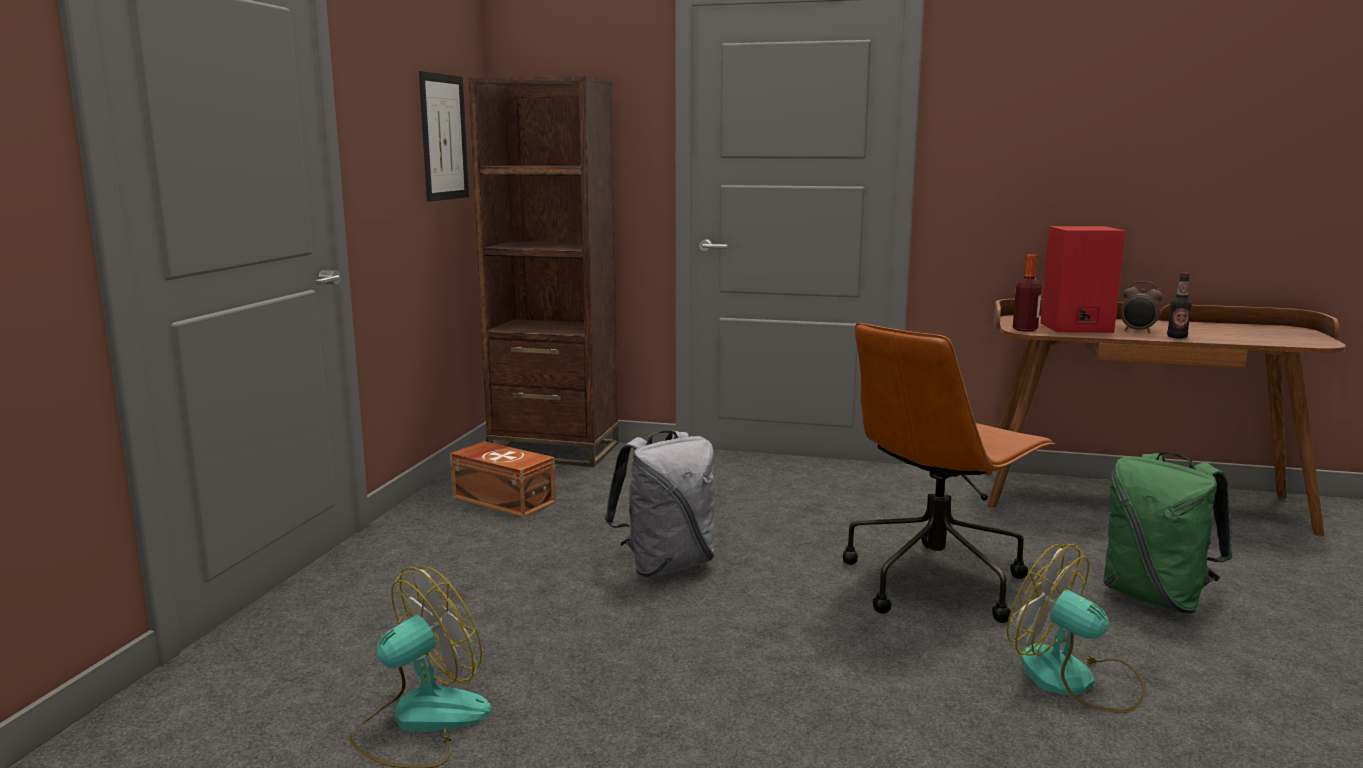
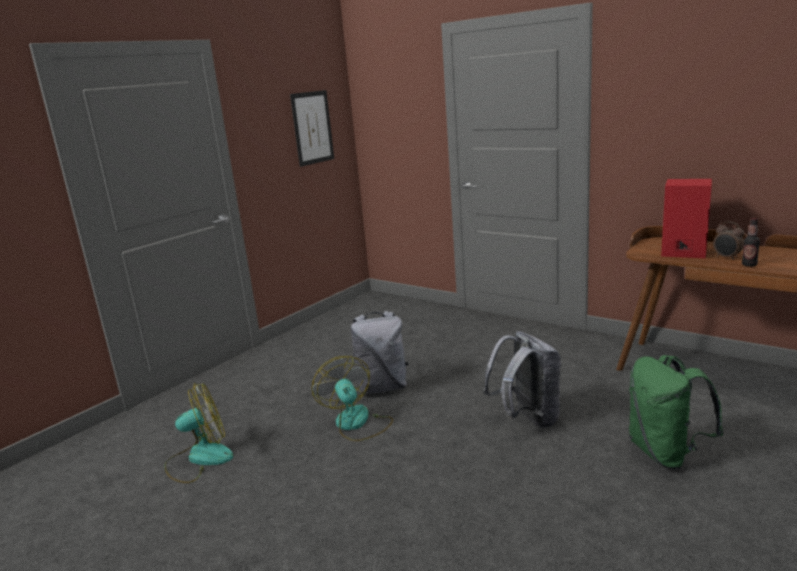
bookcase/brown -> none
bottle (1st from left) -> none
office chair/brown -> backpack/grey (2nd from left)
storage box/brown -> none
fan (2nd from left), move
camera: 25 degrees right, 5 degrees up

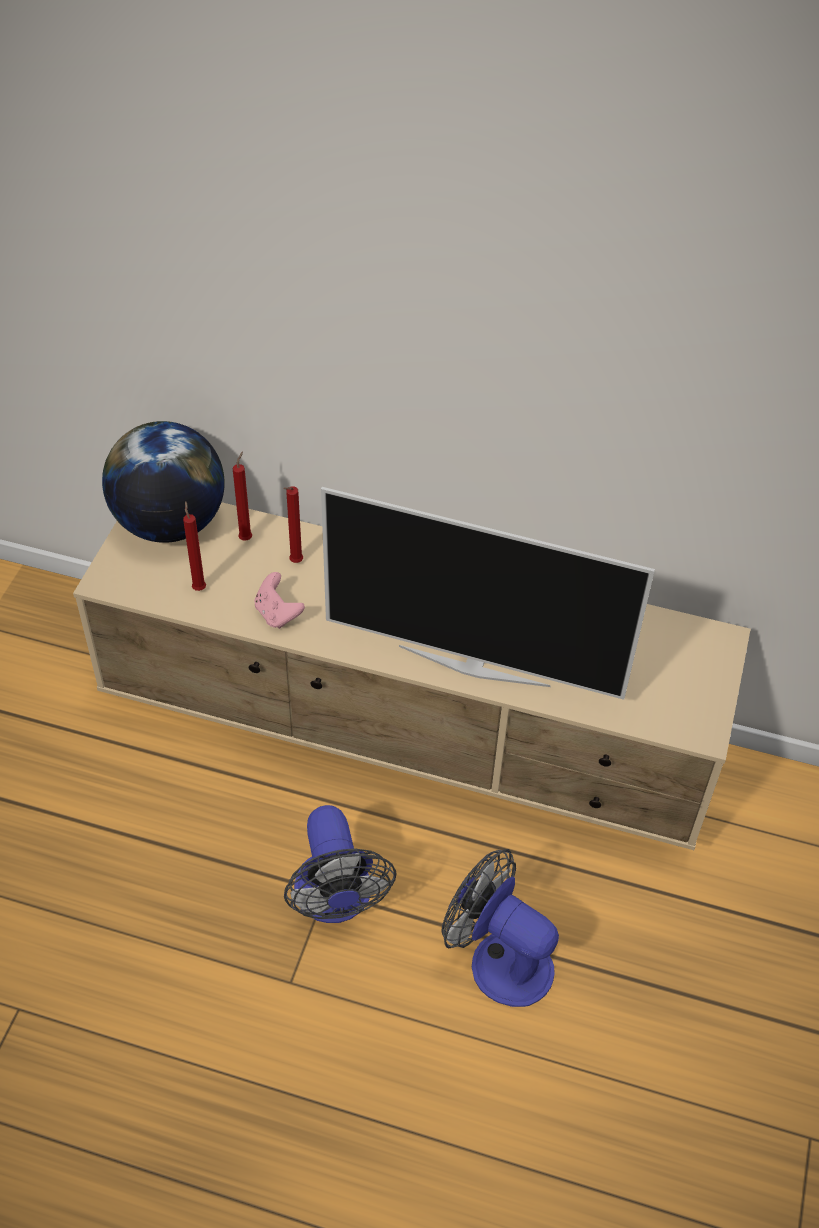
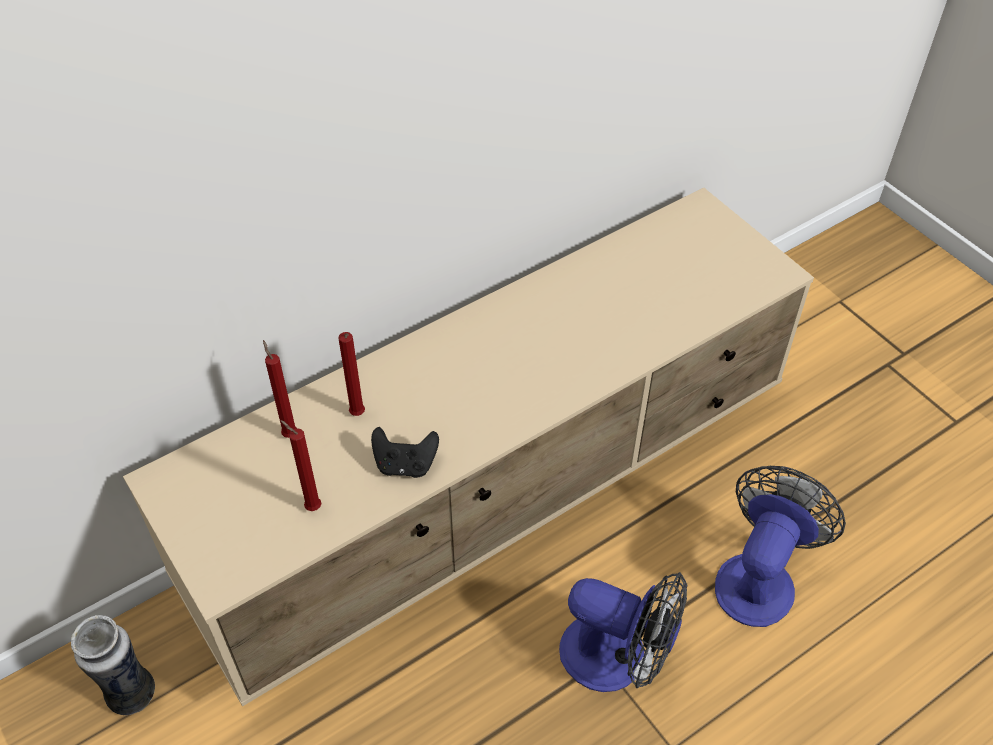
globe -> none
television -> none
game controller/pink -> game controller/black
fan (2nd from left), 135 degrees clockwise
none -> vase
camera: 50 degrees left, 0 degrees up

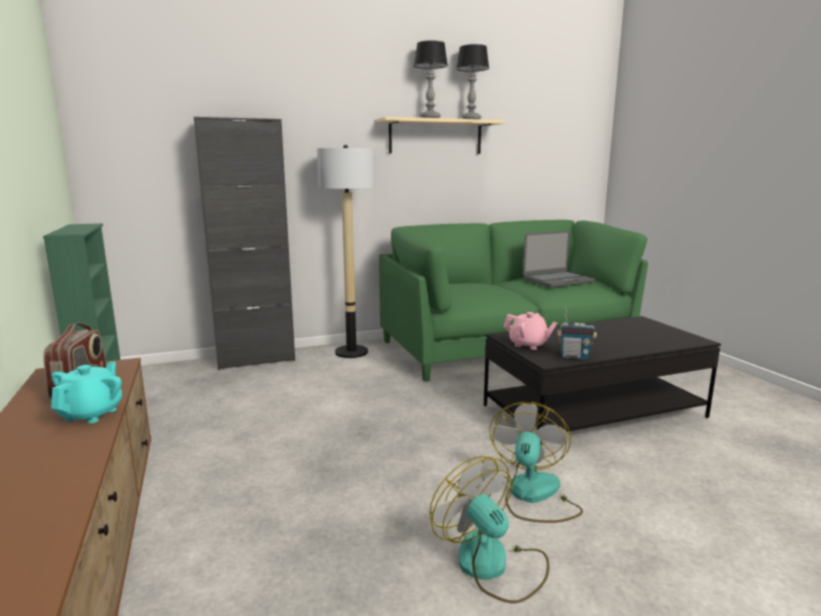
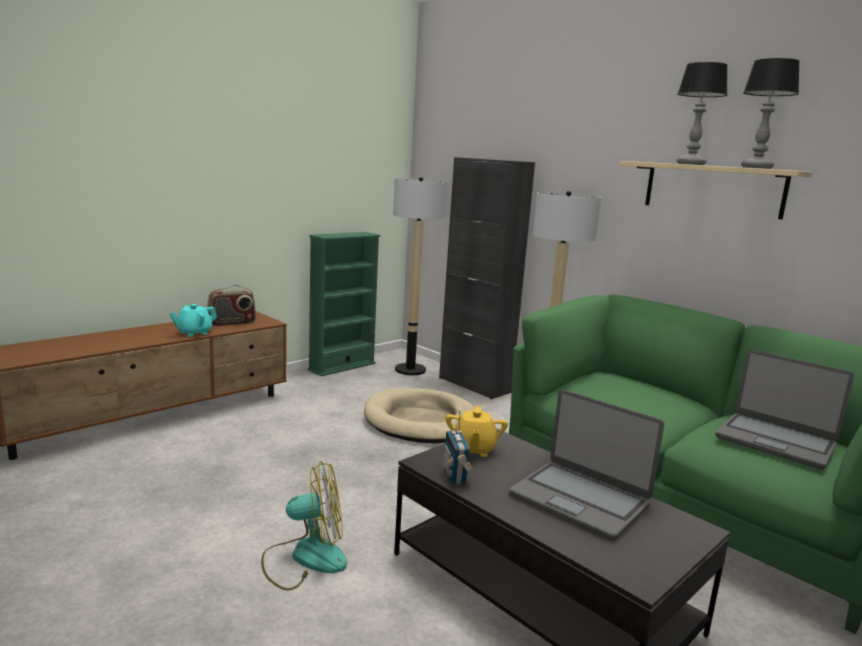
teapot/pink -> teapot/yellow
teapot/turquoise, 150 degrees clockwise
fan (1st from left) -> none
none -> floor lamp (1st from left)
none -> dog bed/beige
none -> laptop (1st from left)
camera: 65 degrees right, 0 degrees up

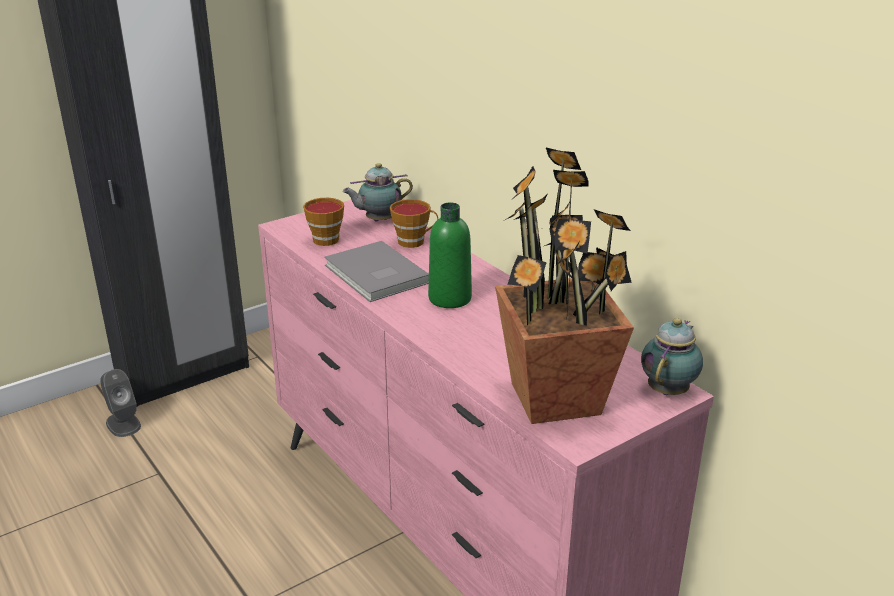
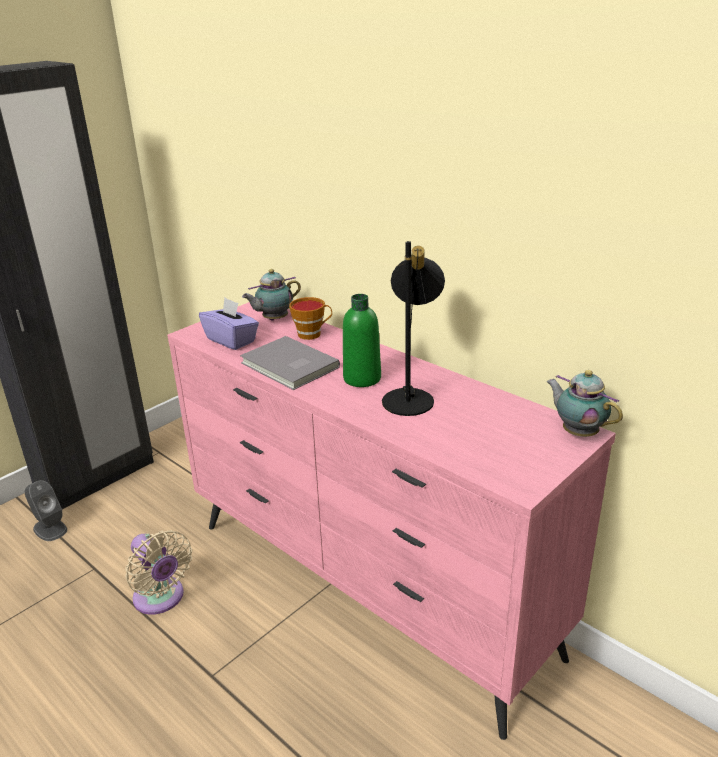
potted plant -> none
cup (1st from left) -> tissue box/purple
teapot (2nd from left), 60 degrees counterclockwise
none -> table lamp/black
none -> fan/beige
camera: 10 degrees left, 0 degrees up

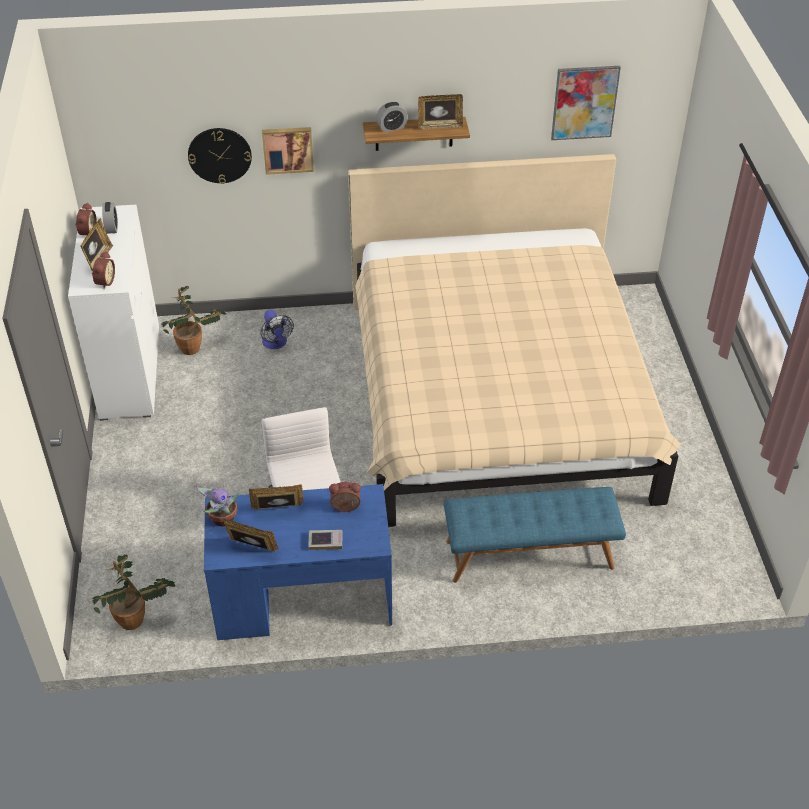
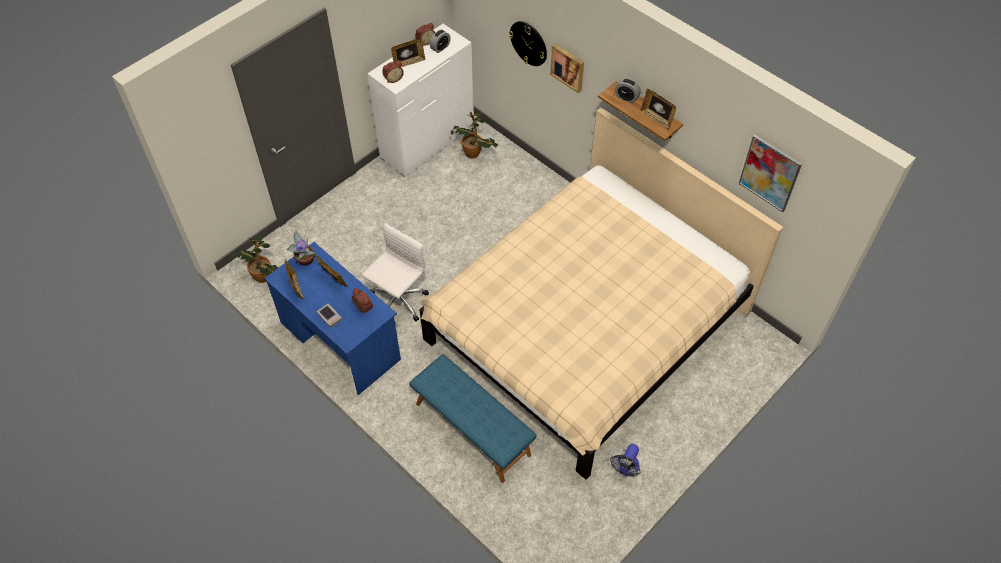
fan, move
camera: 50 degrees right, 10 degrees up

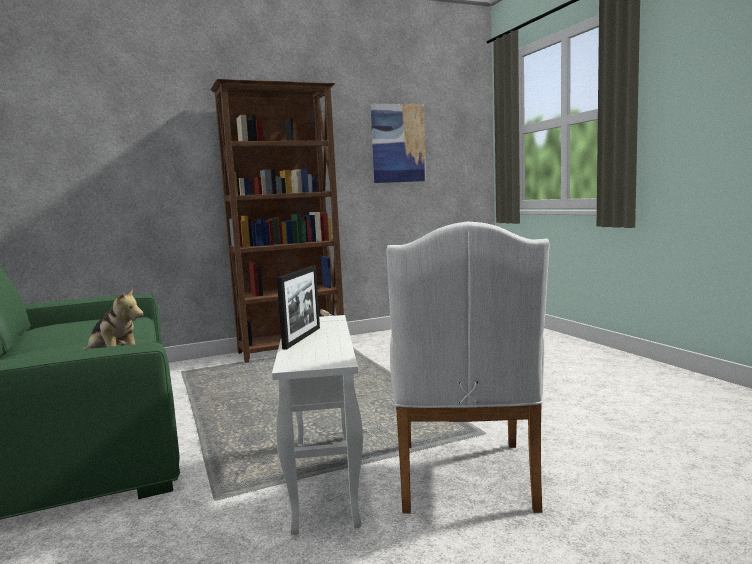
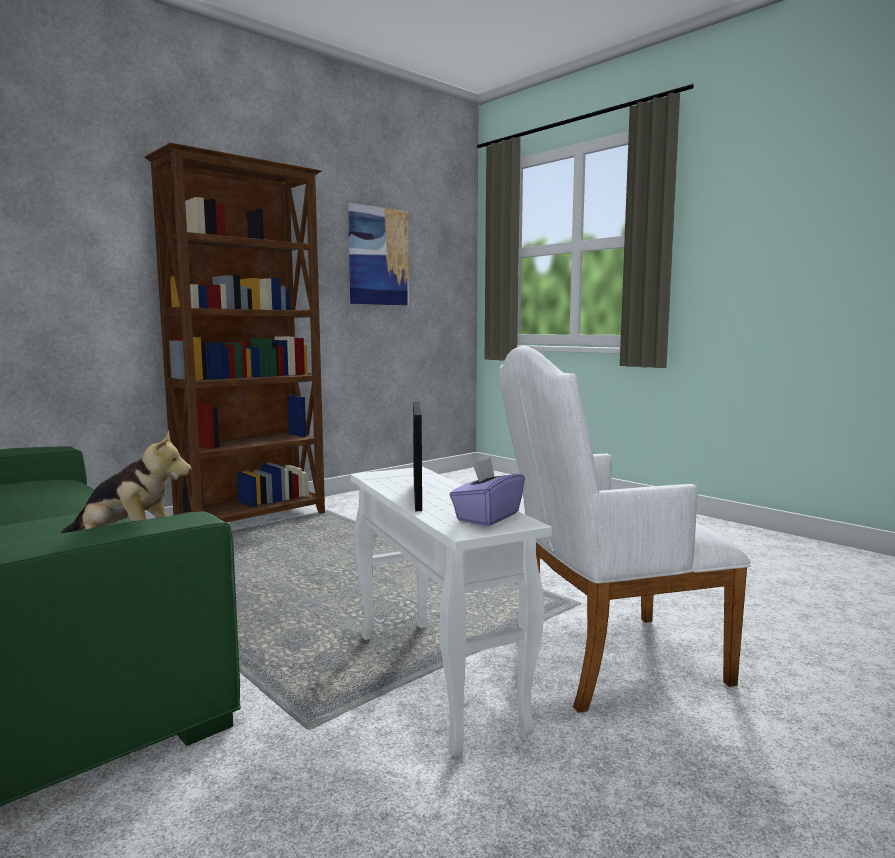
armchair/white, 90 degrees clockwise
none -> tissue box/purple
camera: 20 degrees left, 0 degrees up

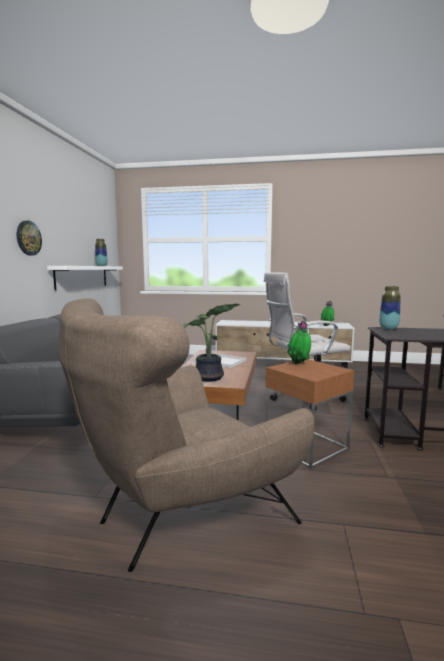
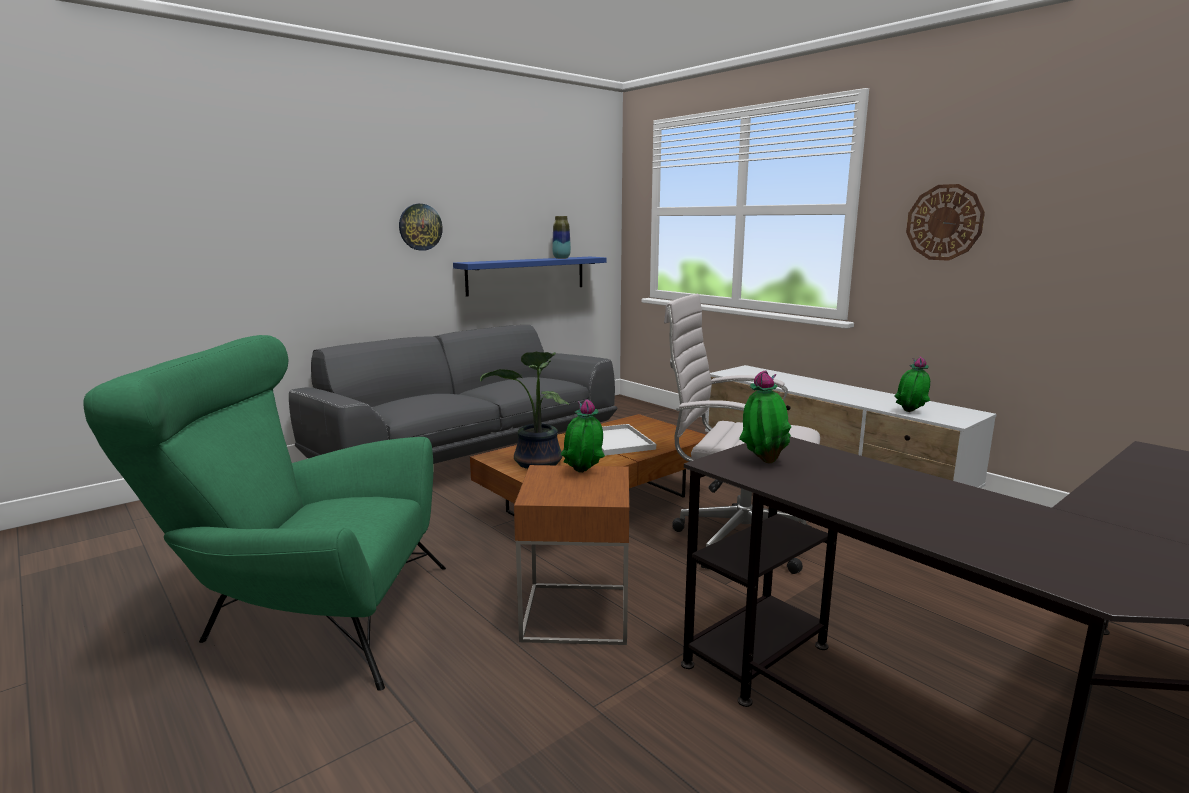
shelf/white -> shelf/blue
vase (2nd from left) -> none
armchair/brown -> armchair/green
none -> wall clock (2nd from left)
none -> potted plant (3rd from left)
camera: 40 degrees right, 5 degrees up

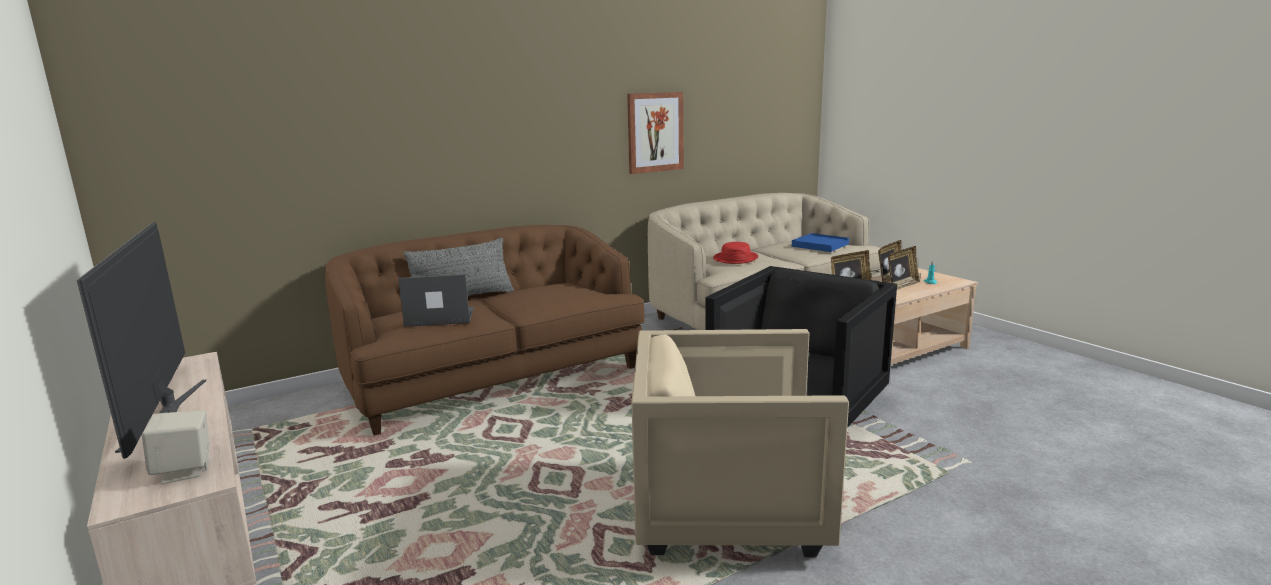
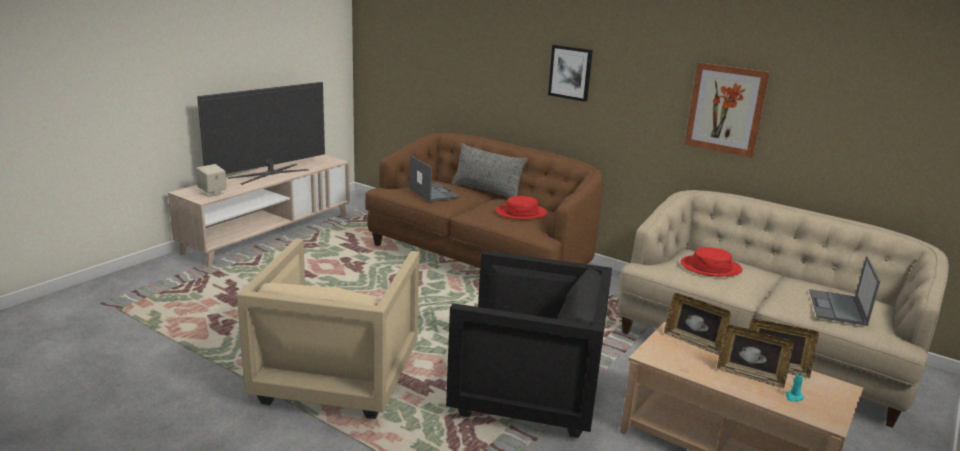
tray/blue -> laptop (2nd from left)
armchair/beige, 150 degrees counterclockwise
none -> picture (1st from left)
none -> hat/red (1st from left)
camera: 65 degrees right, 5 degrees up

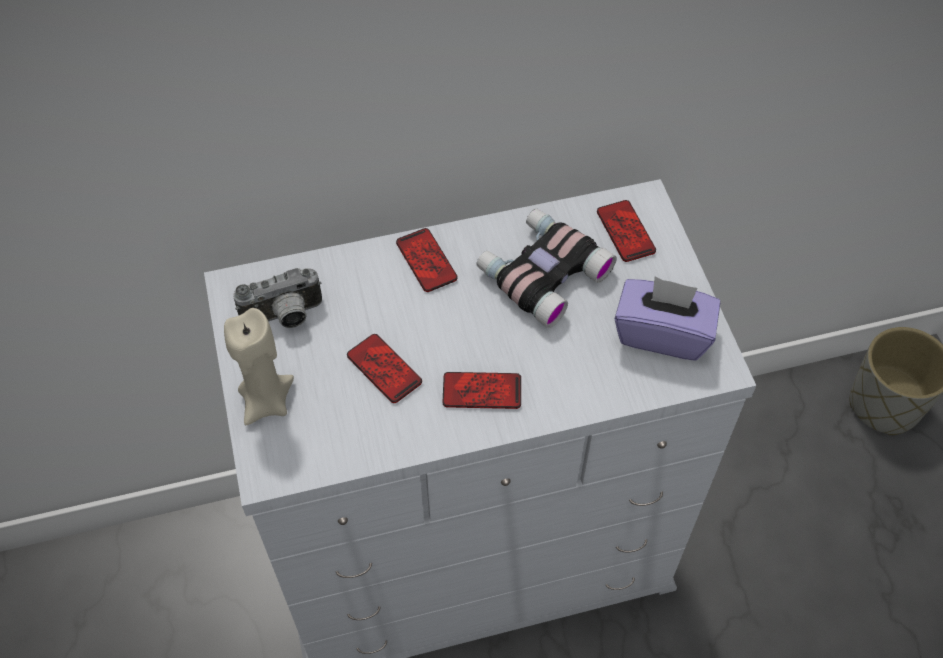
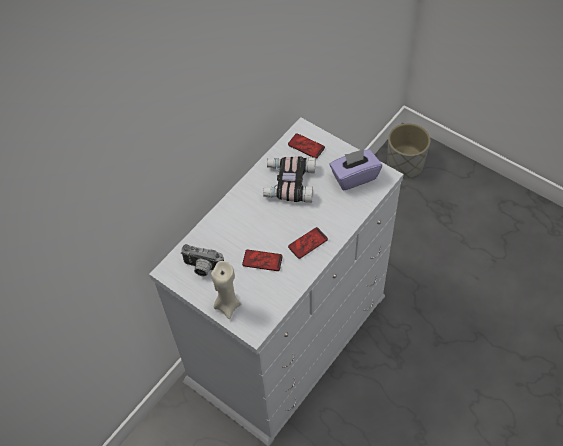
phone (2nd from left) -> none
photo camera, 75 degrees clockwise
camera: 35 degrees left, 0 degrees up

